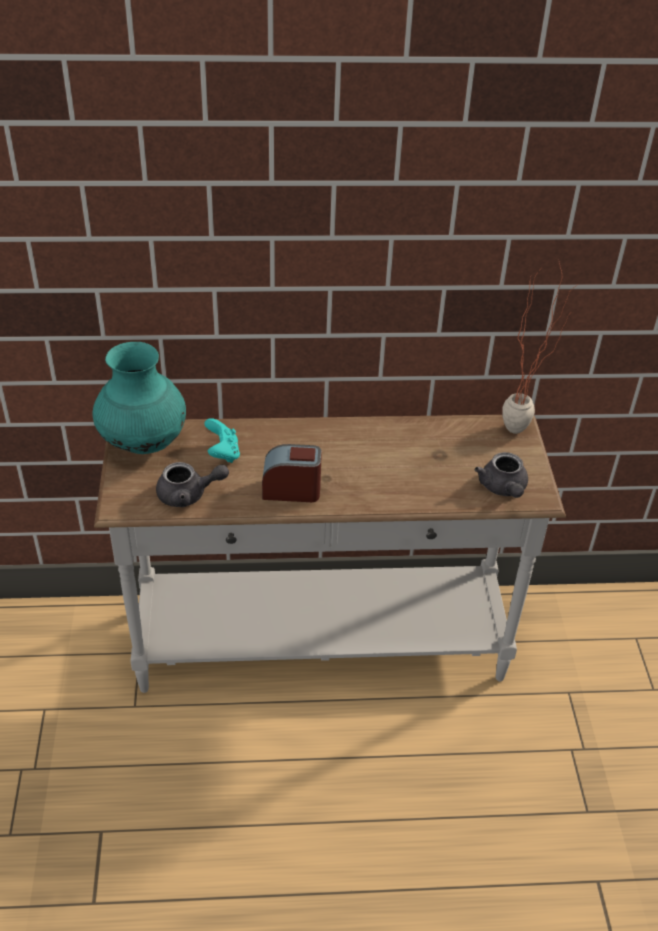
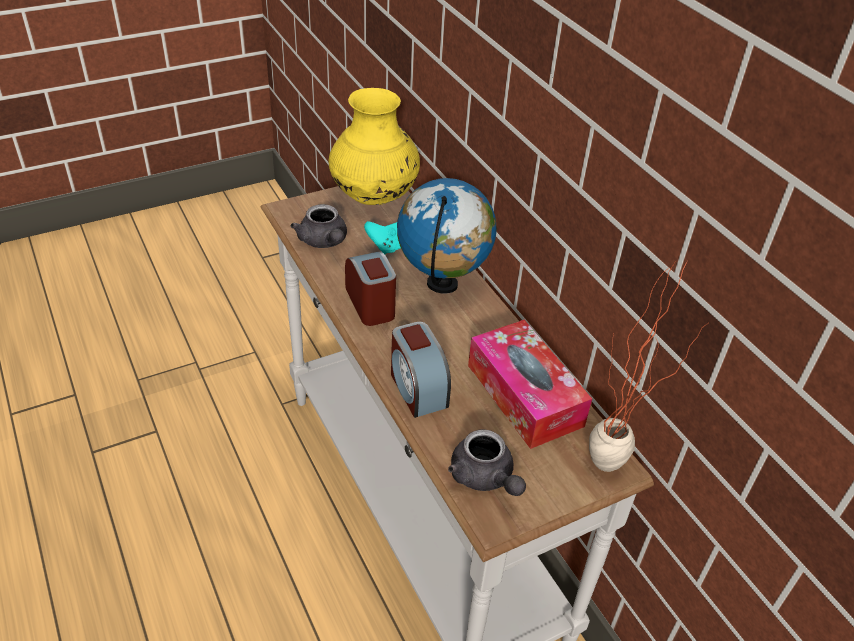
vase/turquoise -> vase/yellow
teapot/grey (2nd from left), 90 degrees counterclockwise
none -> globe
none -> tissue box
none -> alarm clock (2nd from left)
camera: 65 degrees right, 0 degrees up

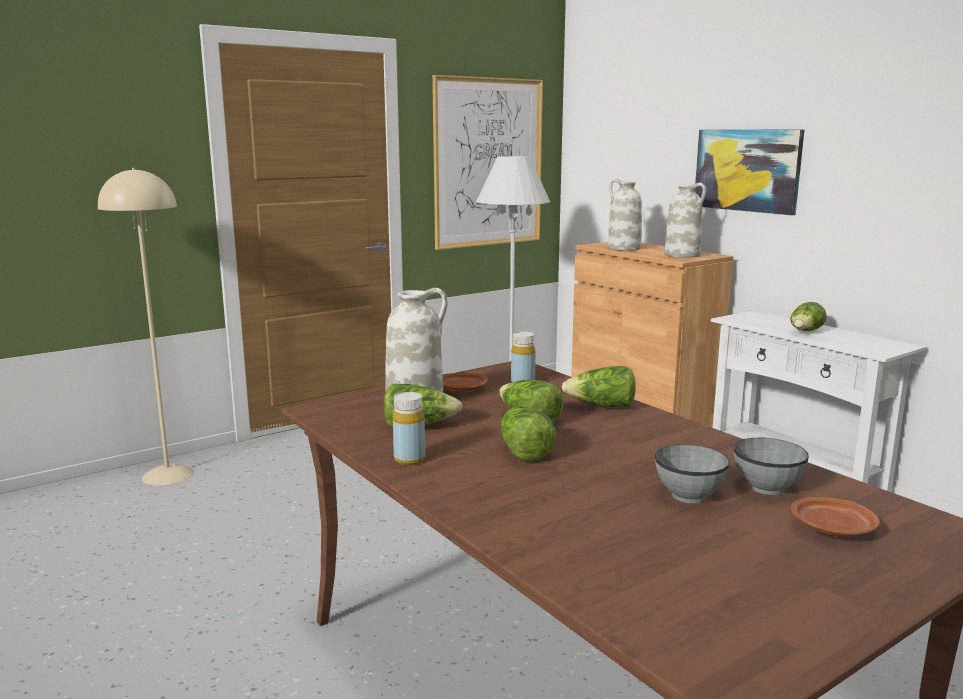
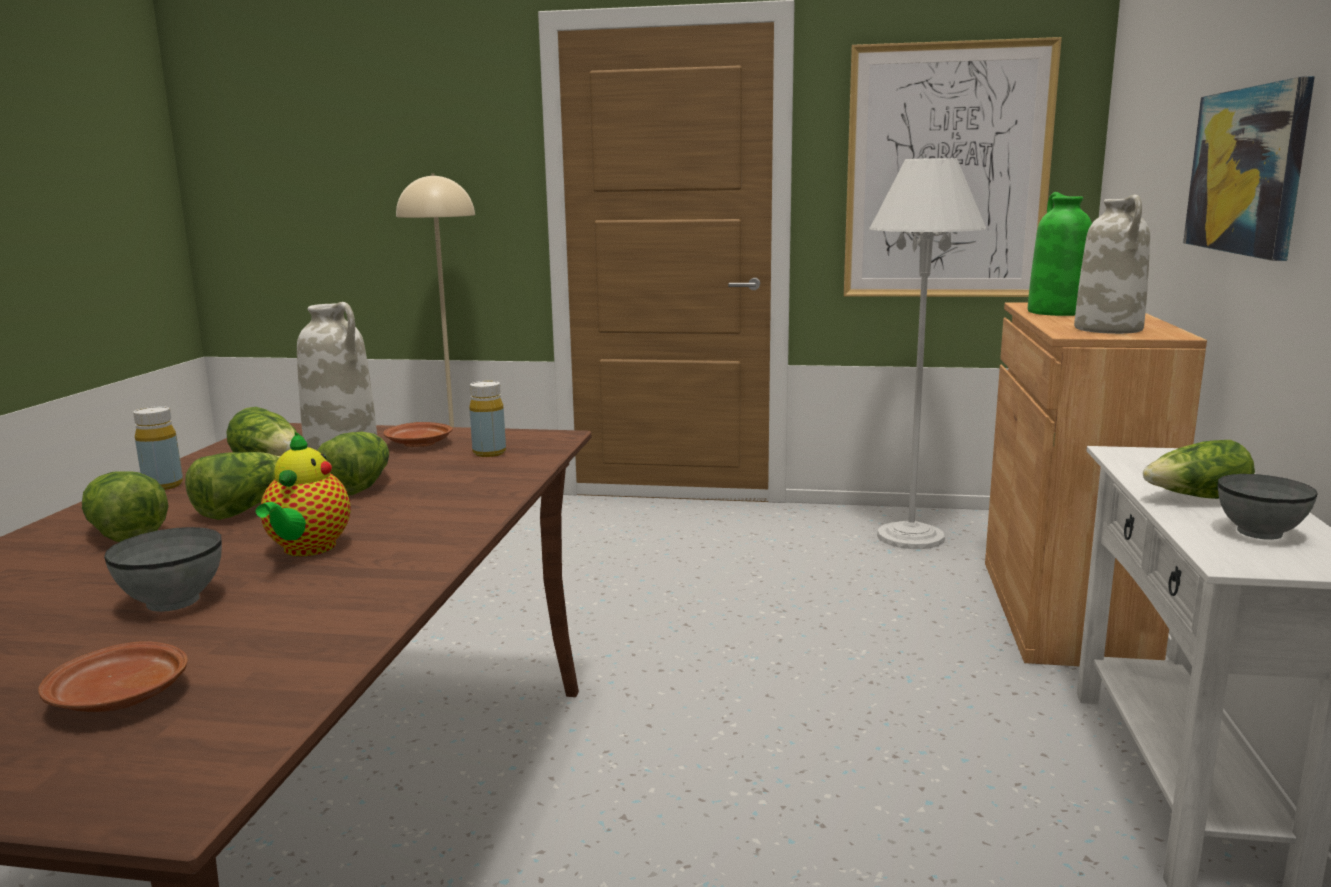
vase/white (2nd from left) -> vase/green
lettuce (4th from left in the first image) -> lettuce (1st from left), move
bowl/grey (2nd from left), move
none -> teapot
camera: 45 degrees right, 0 degrees up

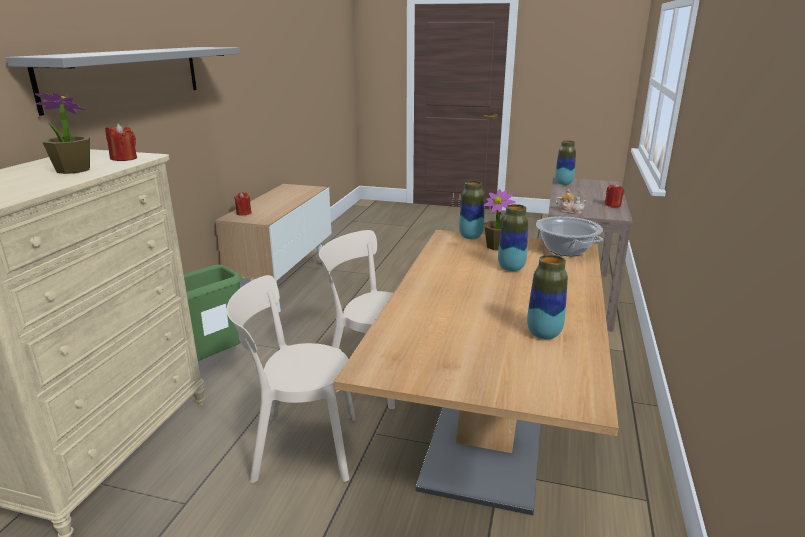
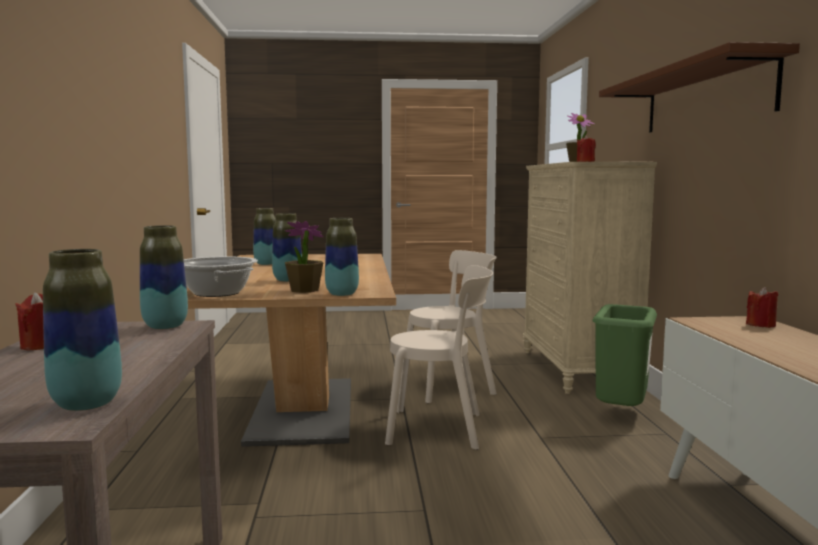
shelf/grey -> shelf/brown
teapot -> vase (2nd from left)
camera: 160 degrees right, 15 degrees down

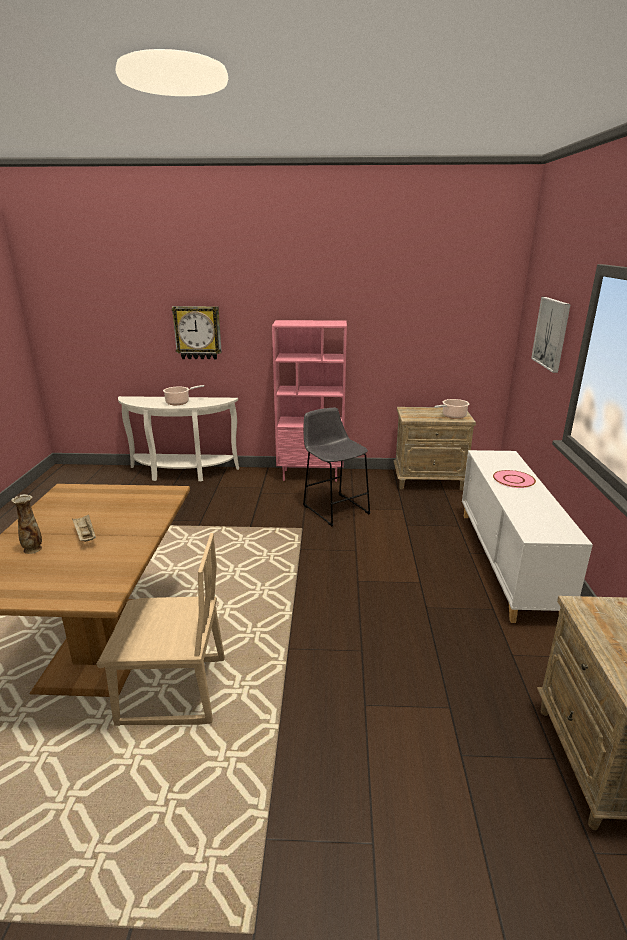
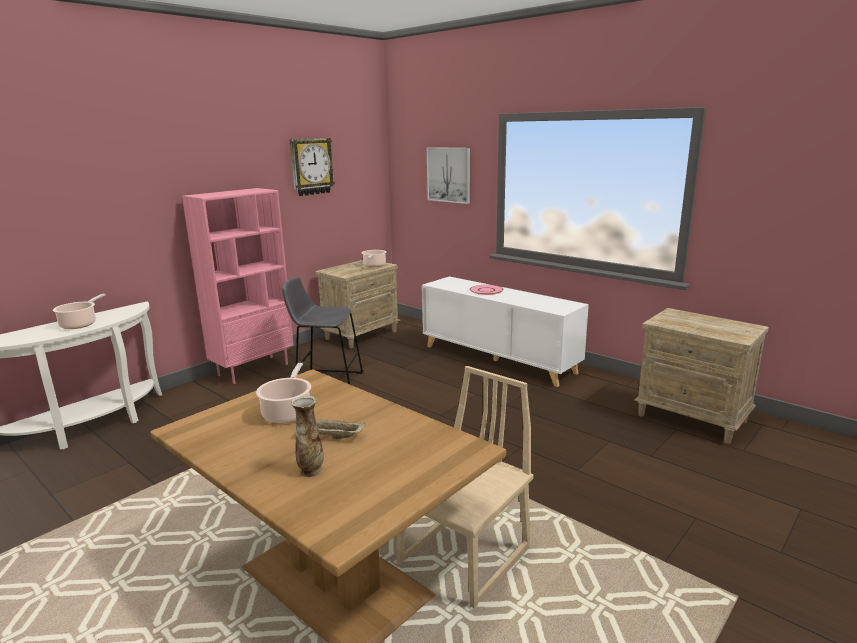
wall clock, move
none -> cooking pot (2nd from left)
camera: 50 degrees left, 5 degrees down

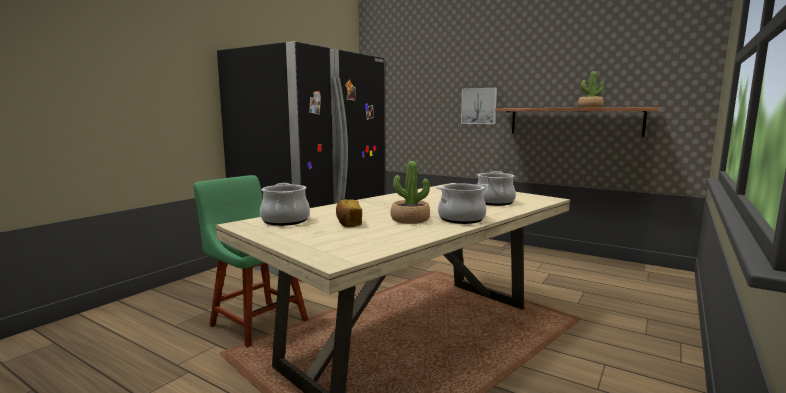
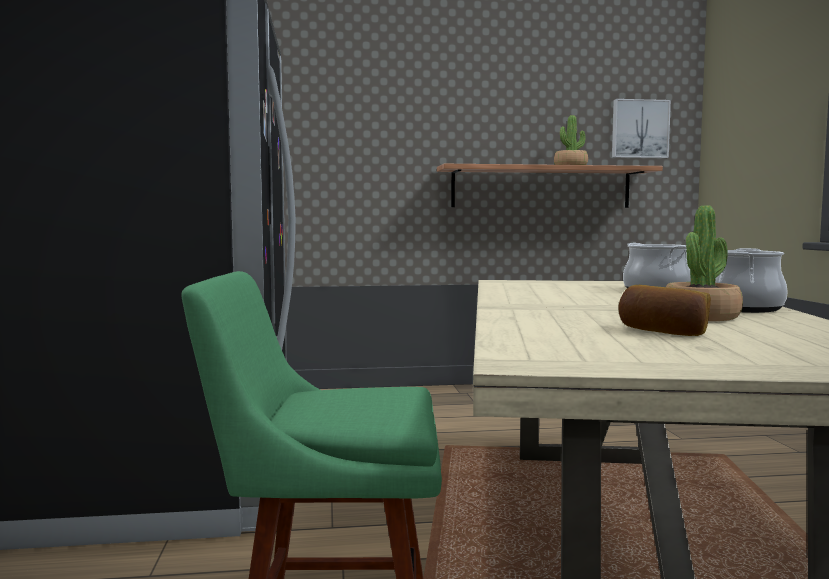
picture, move
cooking pot (1st from left) -> none
camera: 40 degrees left, 5 degrees down

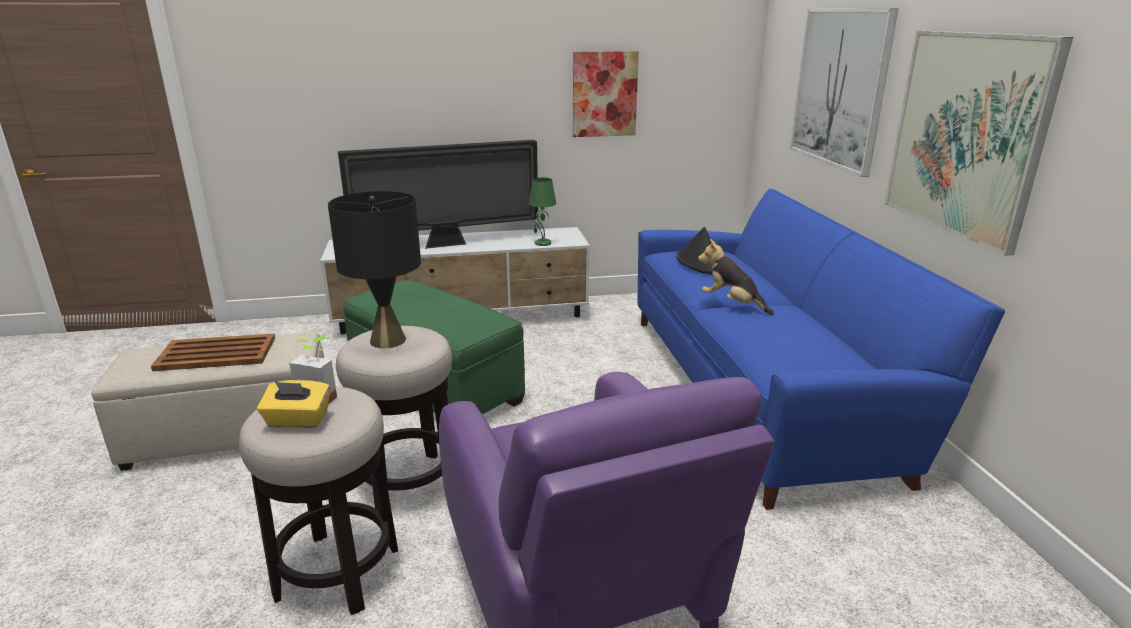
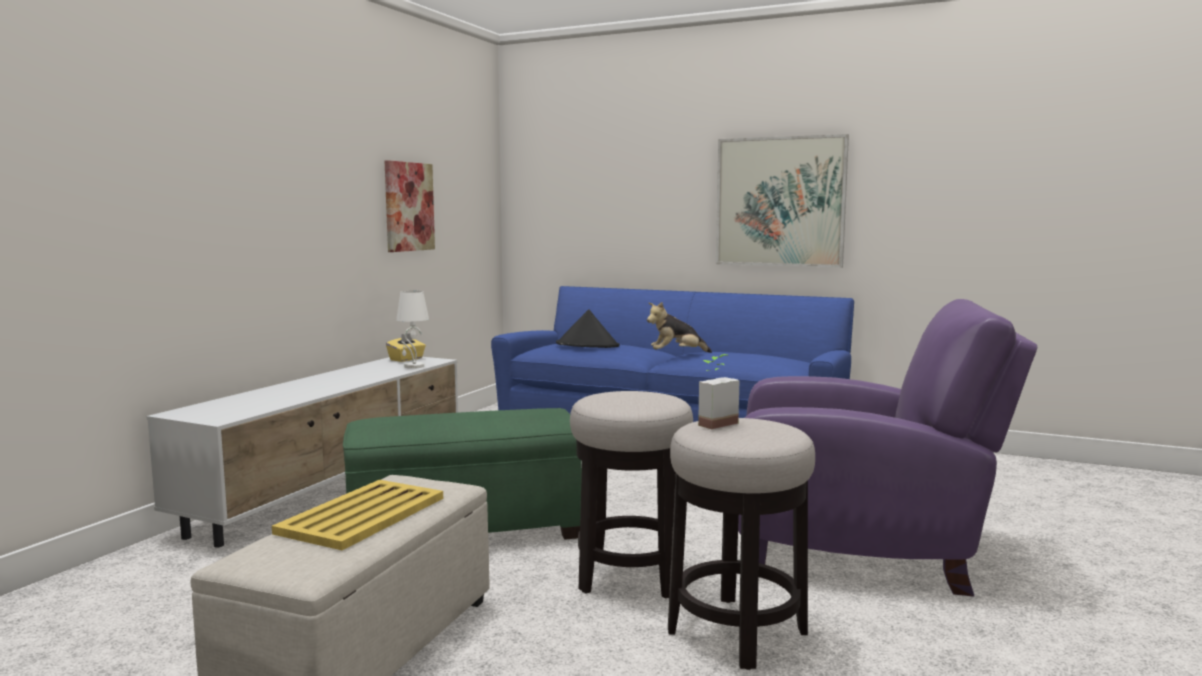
picture (2nd from left) -> none
television -> none
table lamp/green -> table lamp/white
table lamp/black -> none
tray/brown -> tray/yellow
tissue box/yellow, move
camera: 55 degrees left, 15 degrees down

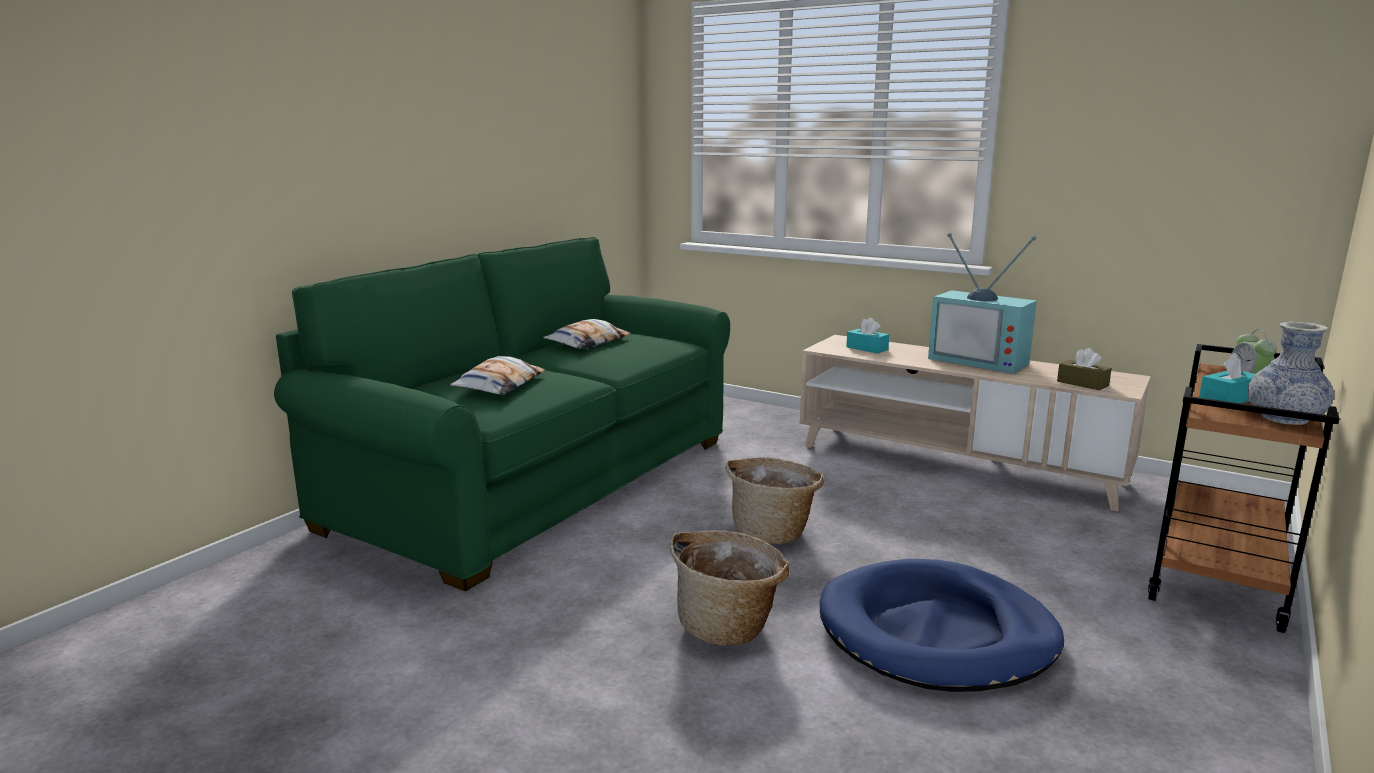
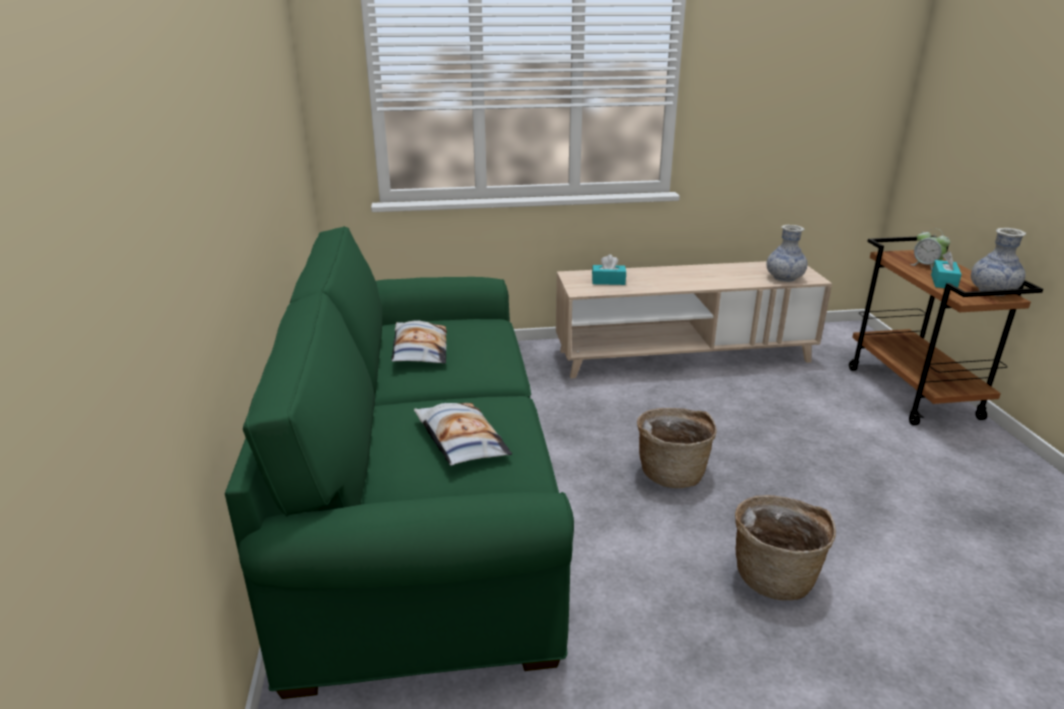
television -> none
tissue box/brown -> vase (1st from left)
dog bed/blue -> none
camera: 40 degrees left, 10 degrees up

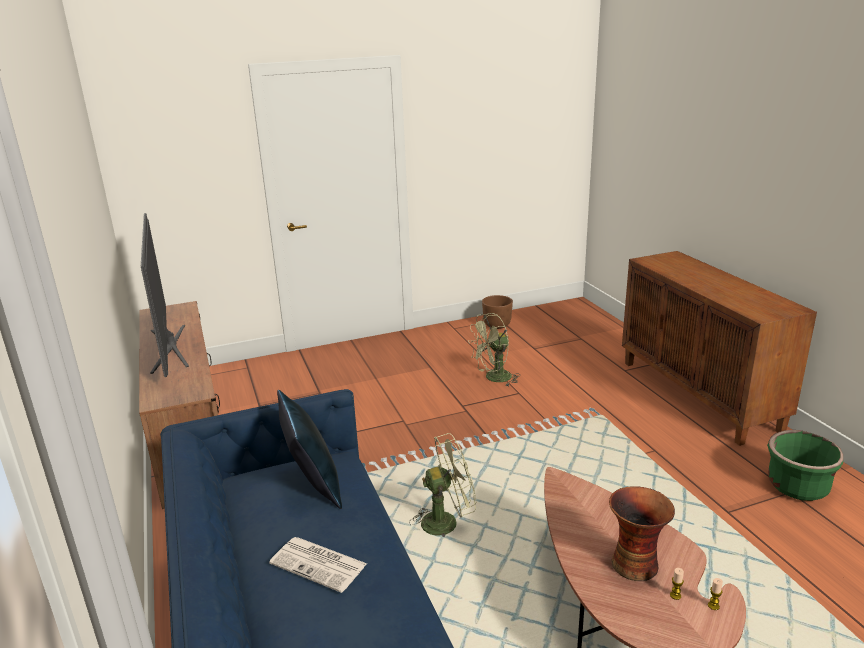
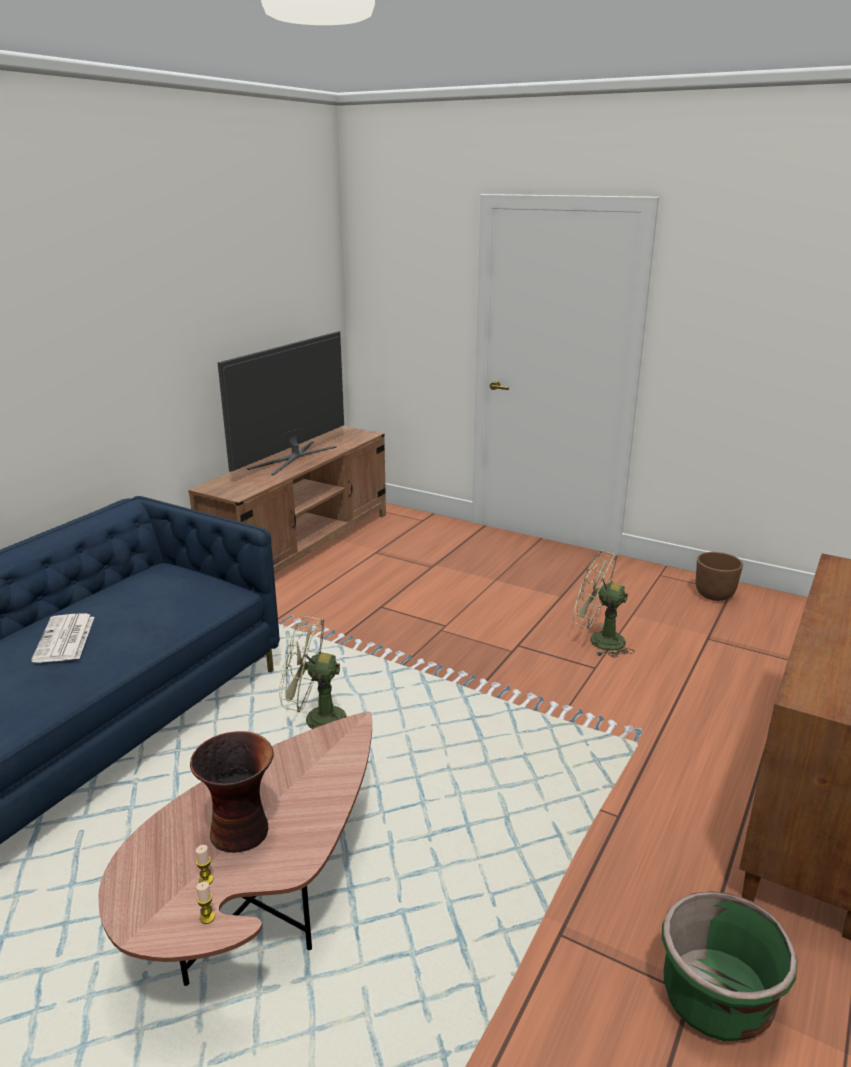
pillow/blue -> none
fan/green (1st from left), 150 degrees clockwise
camera: 50 degrees right, 0 degrees up

